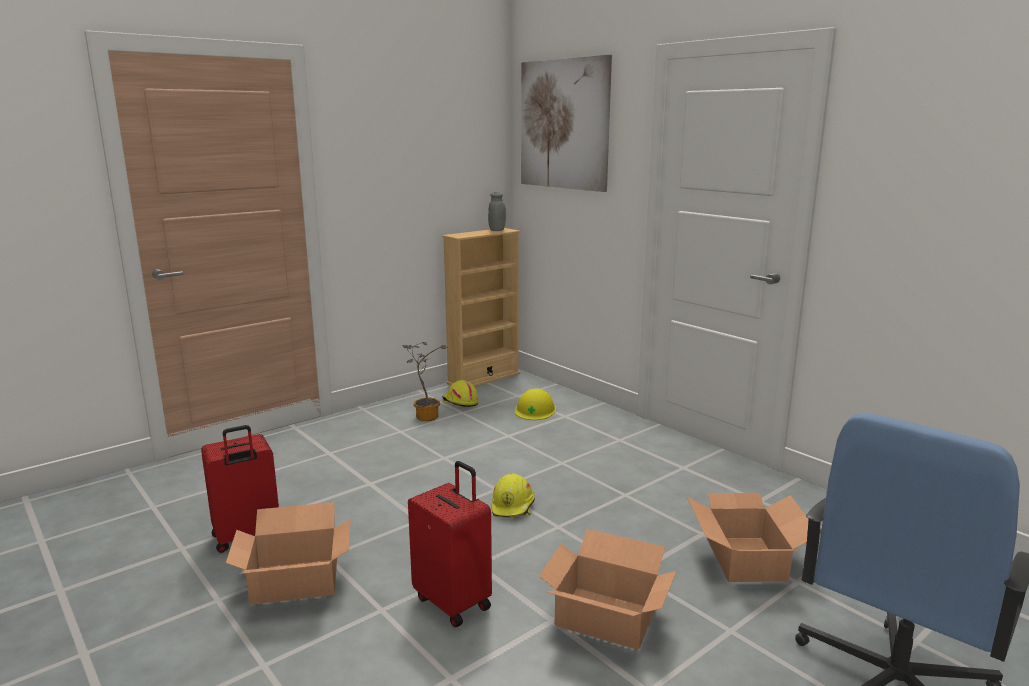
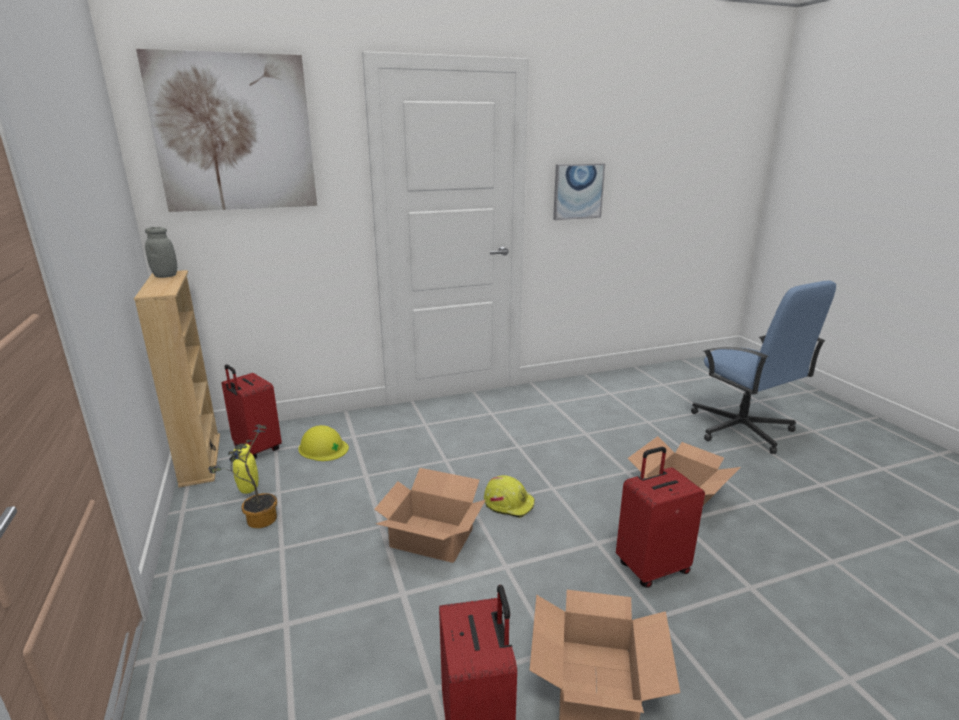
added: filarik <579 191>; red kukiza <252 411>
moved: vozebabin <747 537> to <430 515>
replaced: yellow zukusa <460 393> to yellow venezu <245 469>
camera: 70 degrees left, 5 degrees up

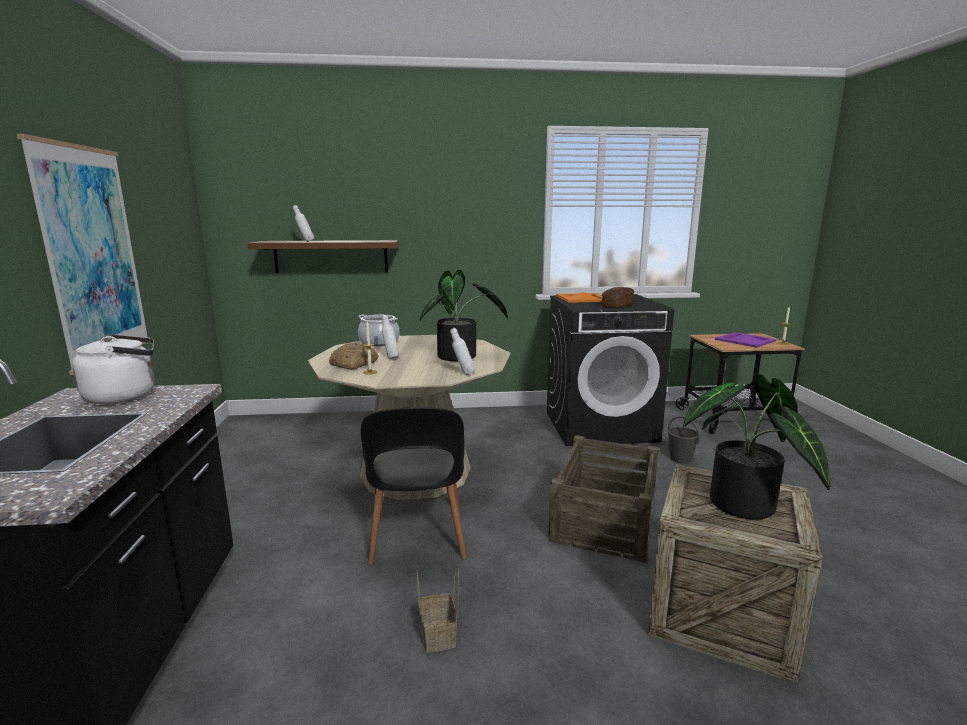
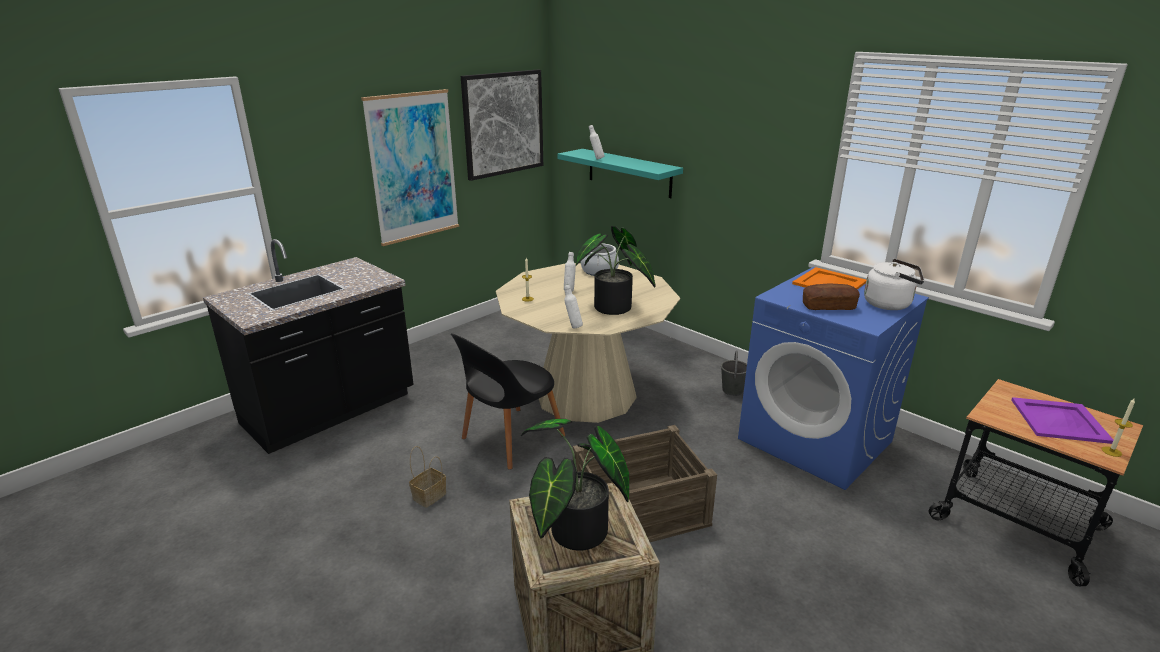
removed: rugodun <353 355>
added: filarik <502 125>
moved: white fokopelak <113 369> to <894 284>; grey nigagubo <684 440> to <734 373>
recoloured: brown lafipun <323 257> to turquoise lafipun <620 173>; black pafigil <610 370> to blue pafigil <833 378>
camera: 50 degrees right, 10 degrees up

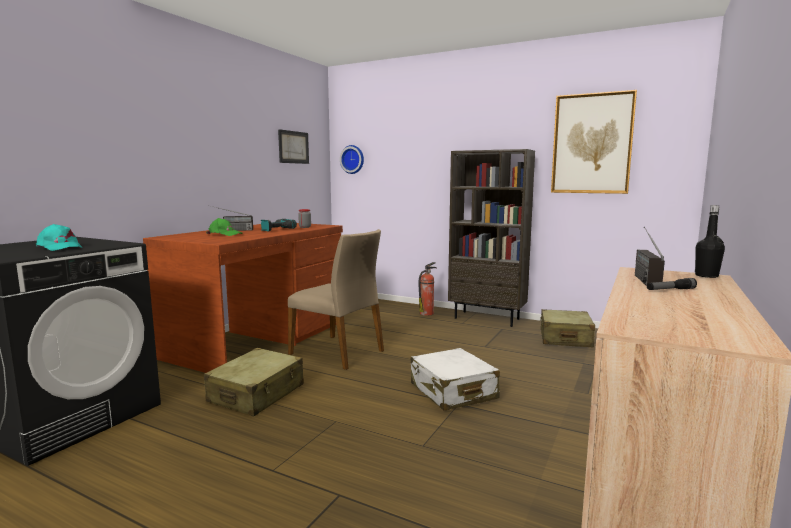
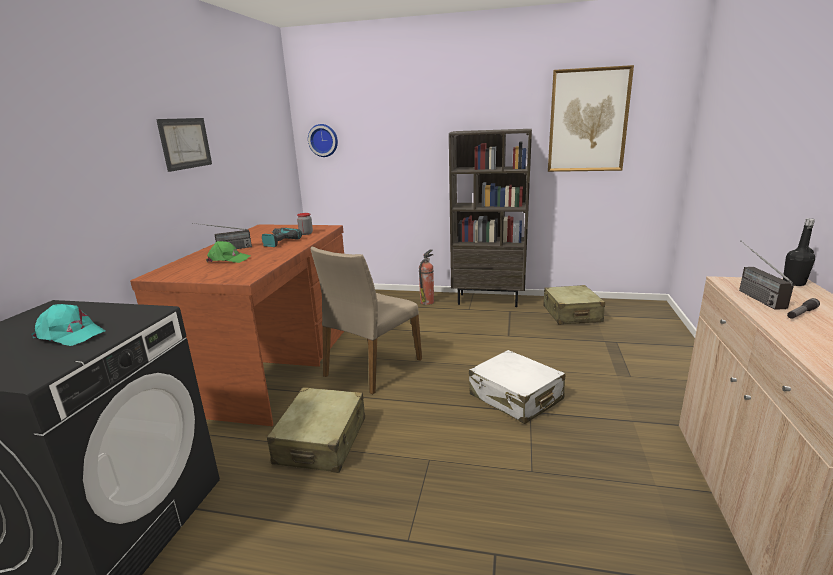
moved: filarik <293 146> to <184 145>
turned: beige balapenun <336 299> = <366 320> 105 degrees clockwise
camera: 15 degrees left, 10 degrees up

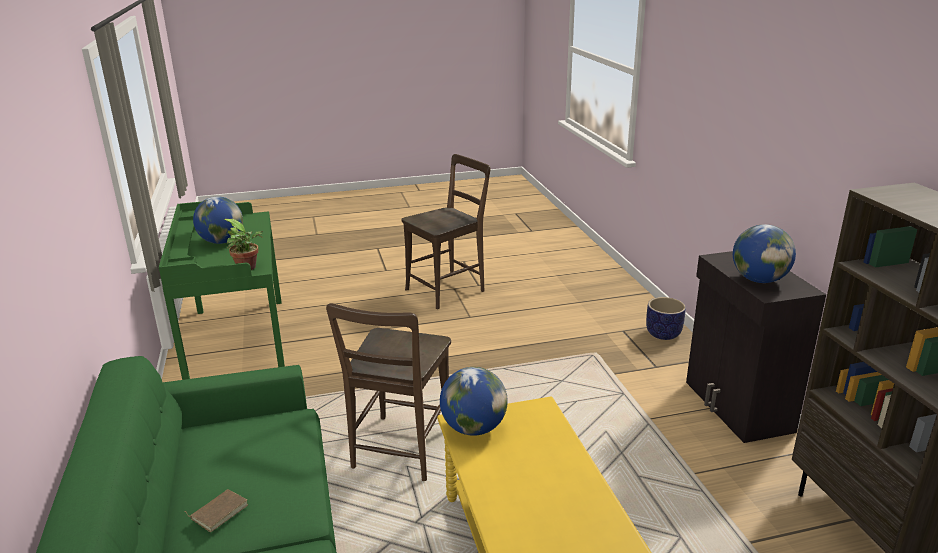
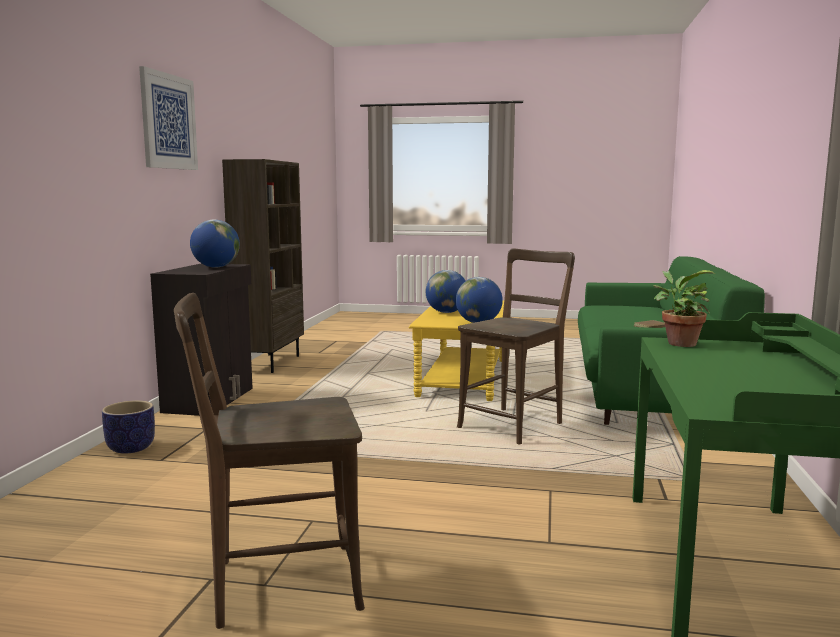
added: filarik <168 118>
moved: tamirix <218 220> to <446 291>
camera: 155 degrees left, 15 degrees down

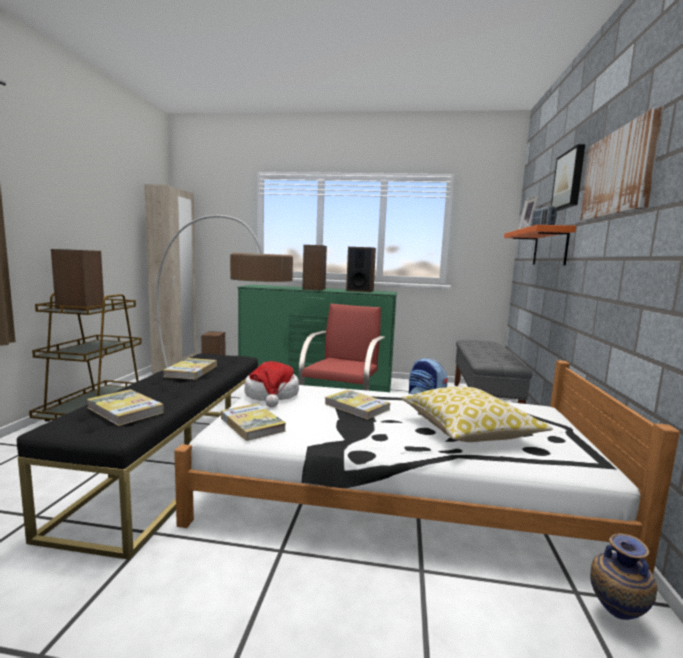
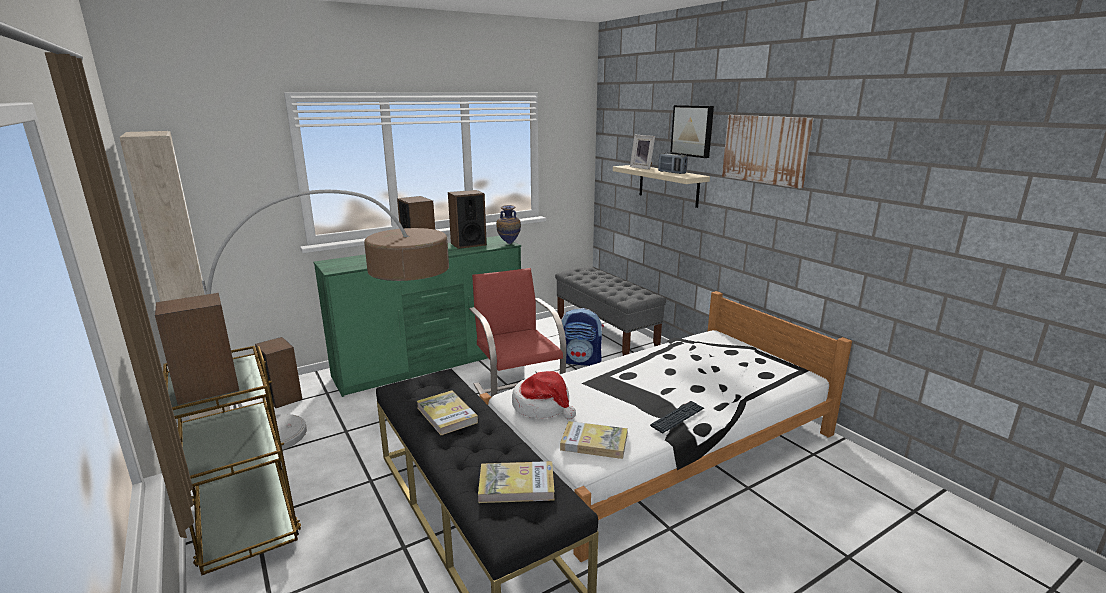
removed: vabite <477 414>; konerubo <357 405>
added: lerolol <677 417>
moved: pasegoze <623 576> to <508 224>
recoloured: orange lafipun <540 245> to beige lafipun <661 186>
camera: 40 degrees left, 10 degrees up

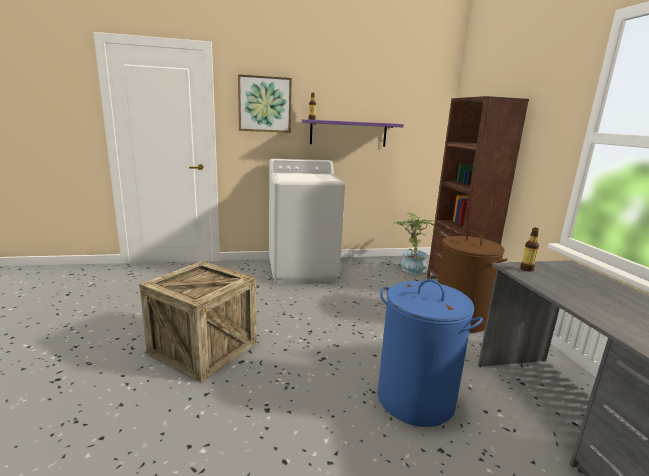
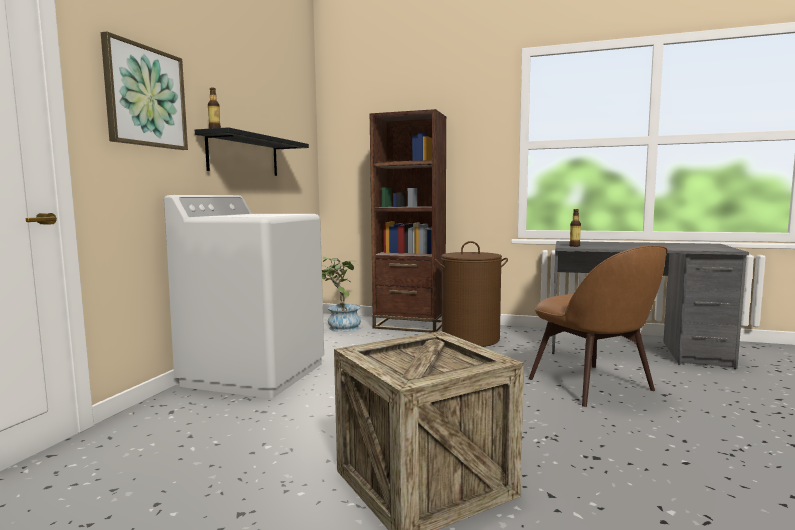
replaced: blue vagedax <430 353> to brown balapenun <598 326>
recoloured: purple lafipun <353 133> to black lafipun <252 151>
camera: 60 degrees left, 10 degrees down

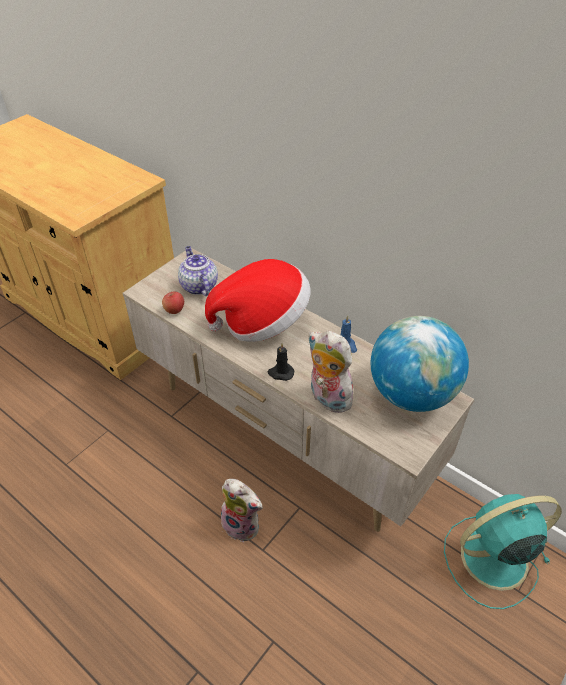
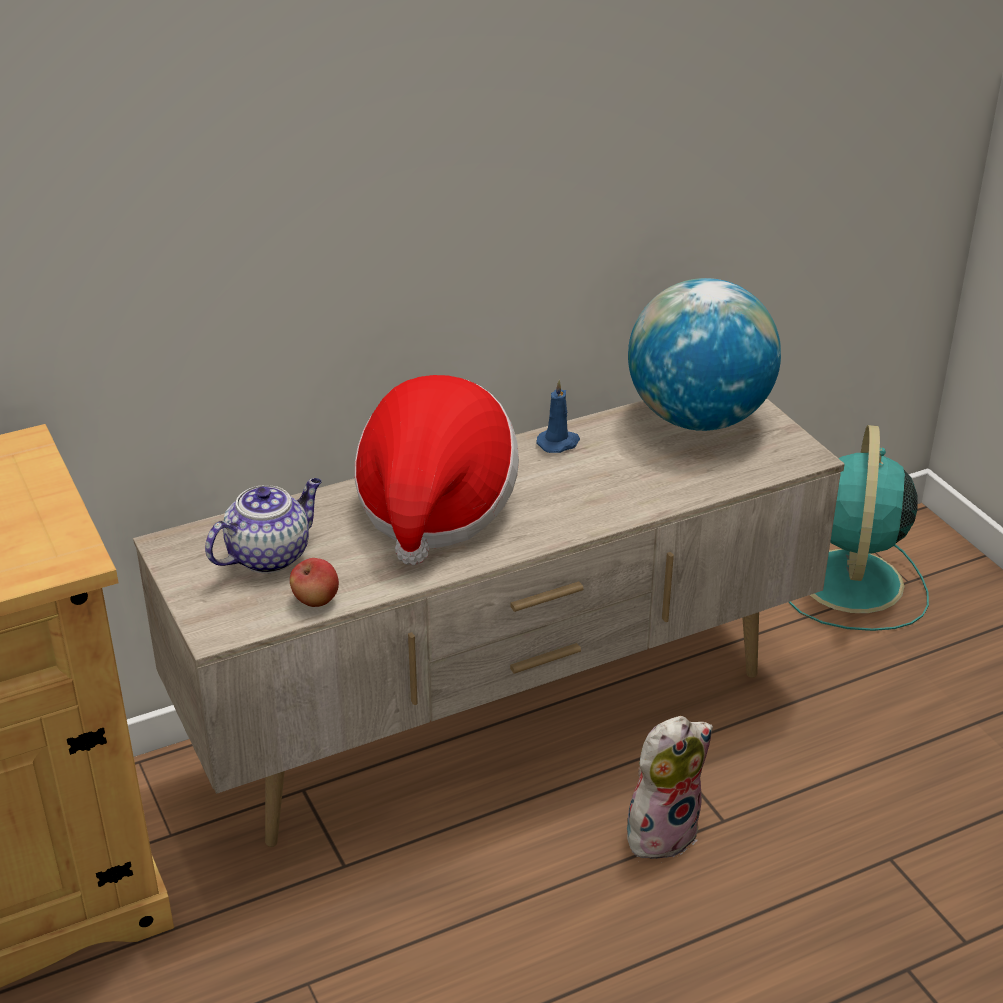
removed: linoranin <330 371>; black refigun <280 362>
turned: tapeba <198 271> = <263 525> 135 degrees clockwise
camera: 65 degrees left, 10 degrees down

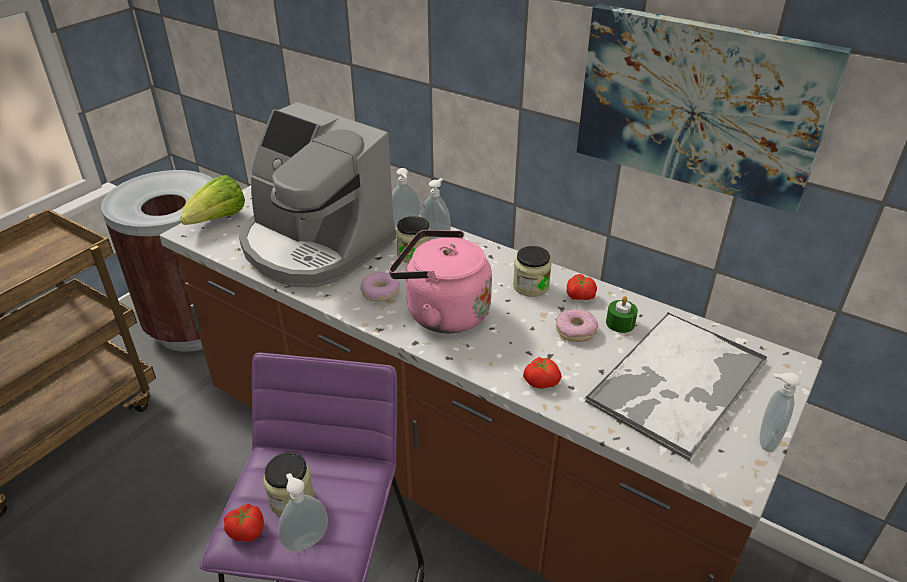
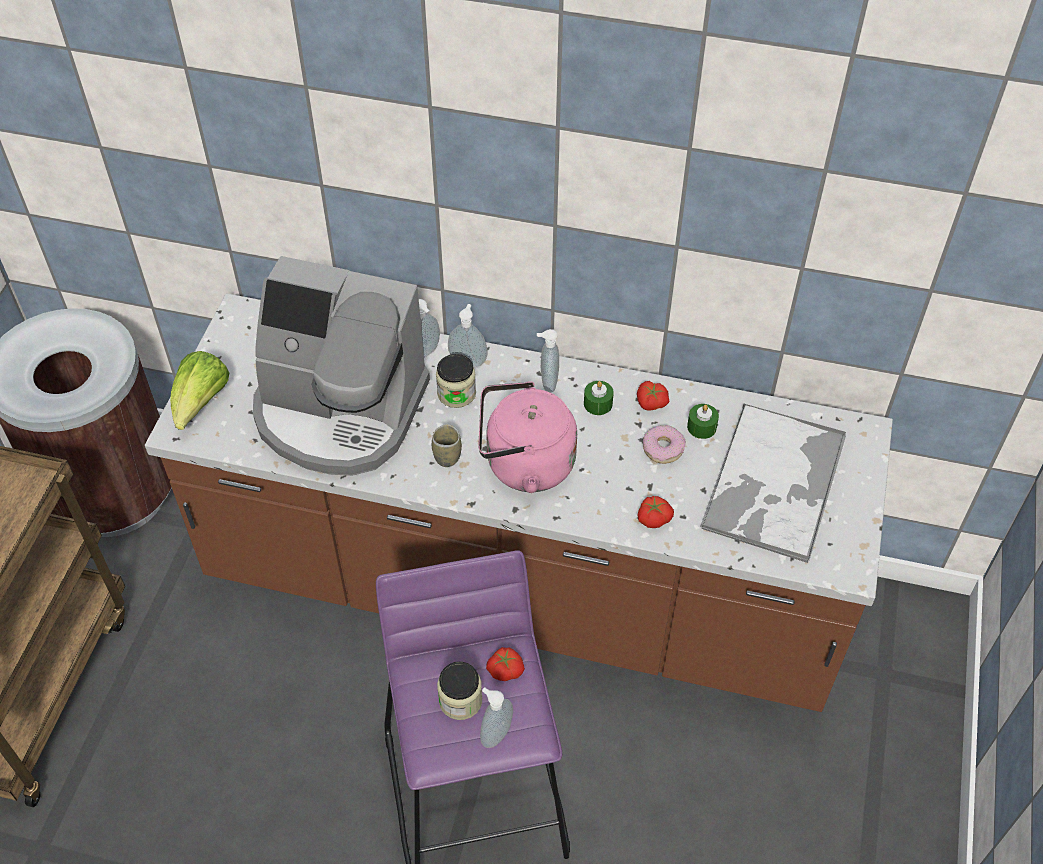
removed: filarik <714 109>
moved: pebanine <780 412> to <548 360>; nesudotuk <244 523> to <505 664>
replaced: venezu <532 271> to green refigun <599 398>; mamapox <380 287> to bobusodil <447 445>
camera: 20 degrees left, 15 degrees up

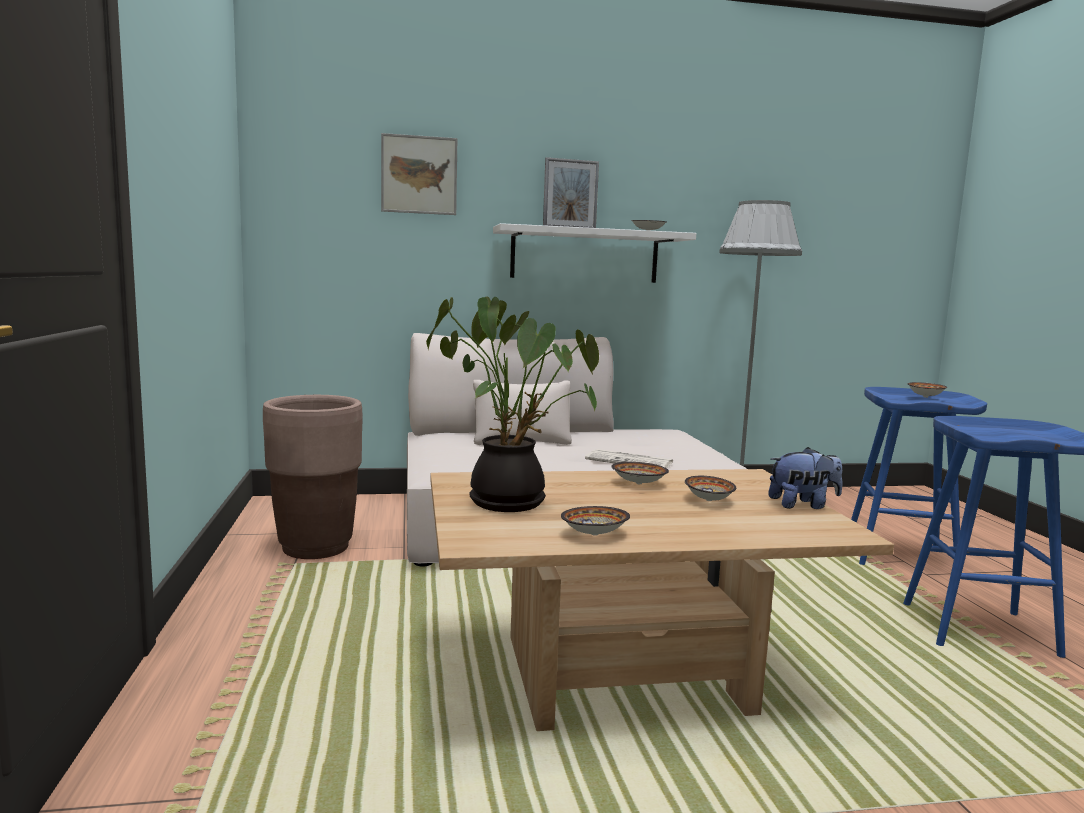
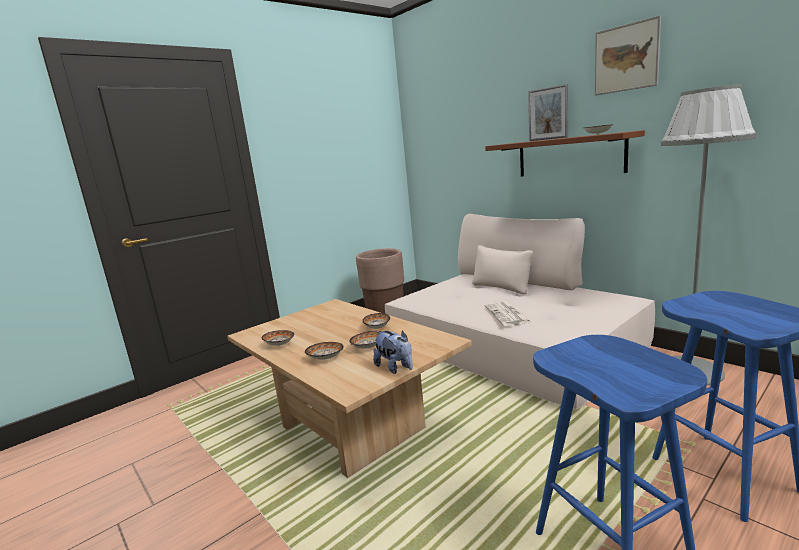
removed: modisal <512 404>
moved: filarik <419 174> to <628 55>; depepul <927 390> to <324 351>
recoloured: white lafipun <594 253> to brown lafipun <565 153>
camera: 60 degrees right, 5 degrees up

